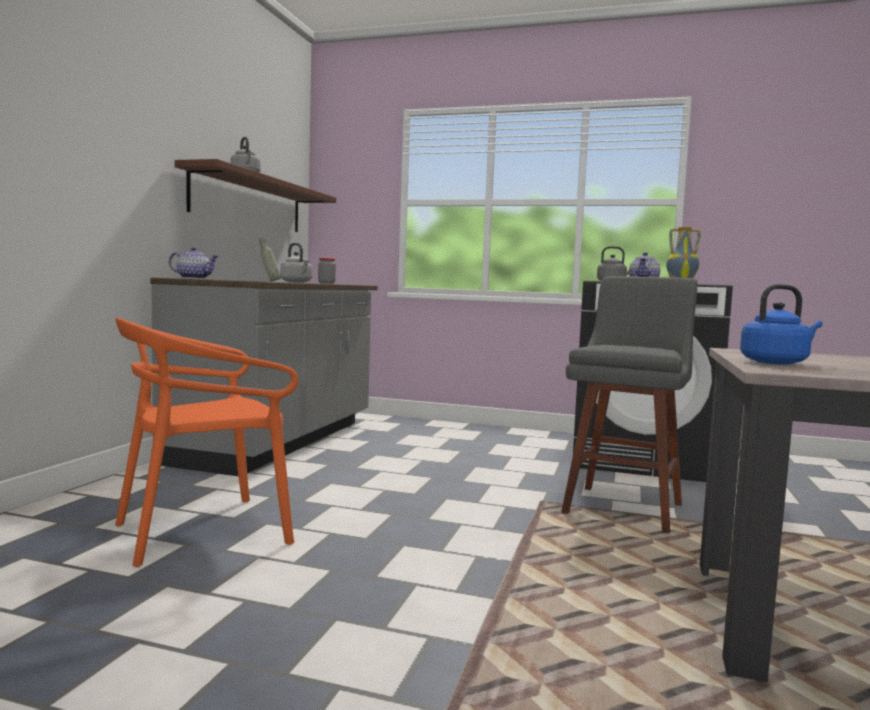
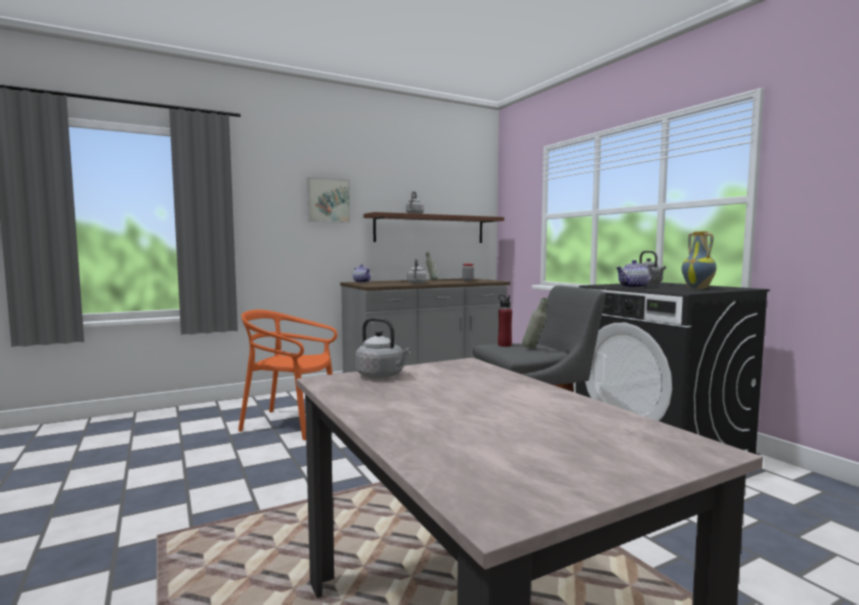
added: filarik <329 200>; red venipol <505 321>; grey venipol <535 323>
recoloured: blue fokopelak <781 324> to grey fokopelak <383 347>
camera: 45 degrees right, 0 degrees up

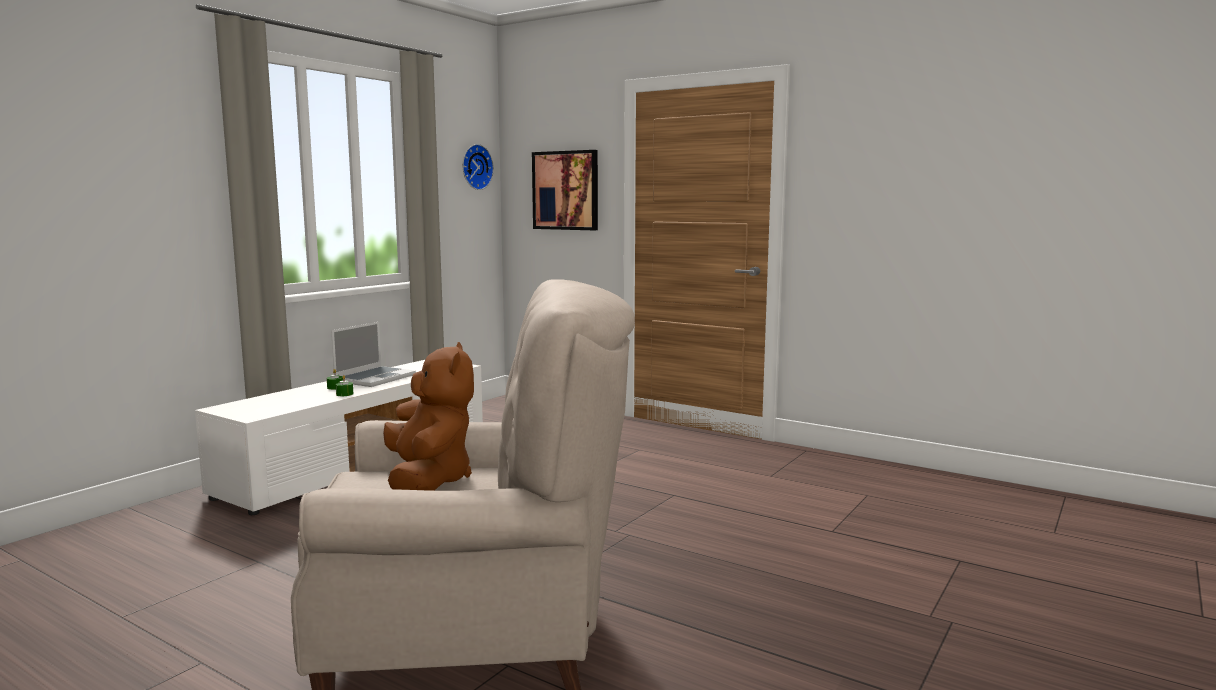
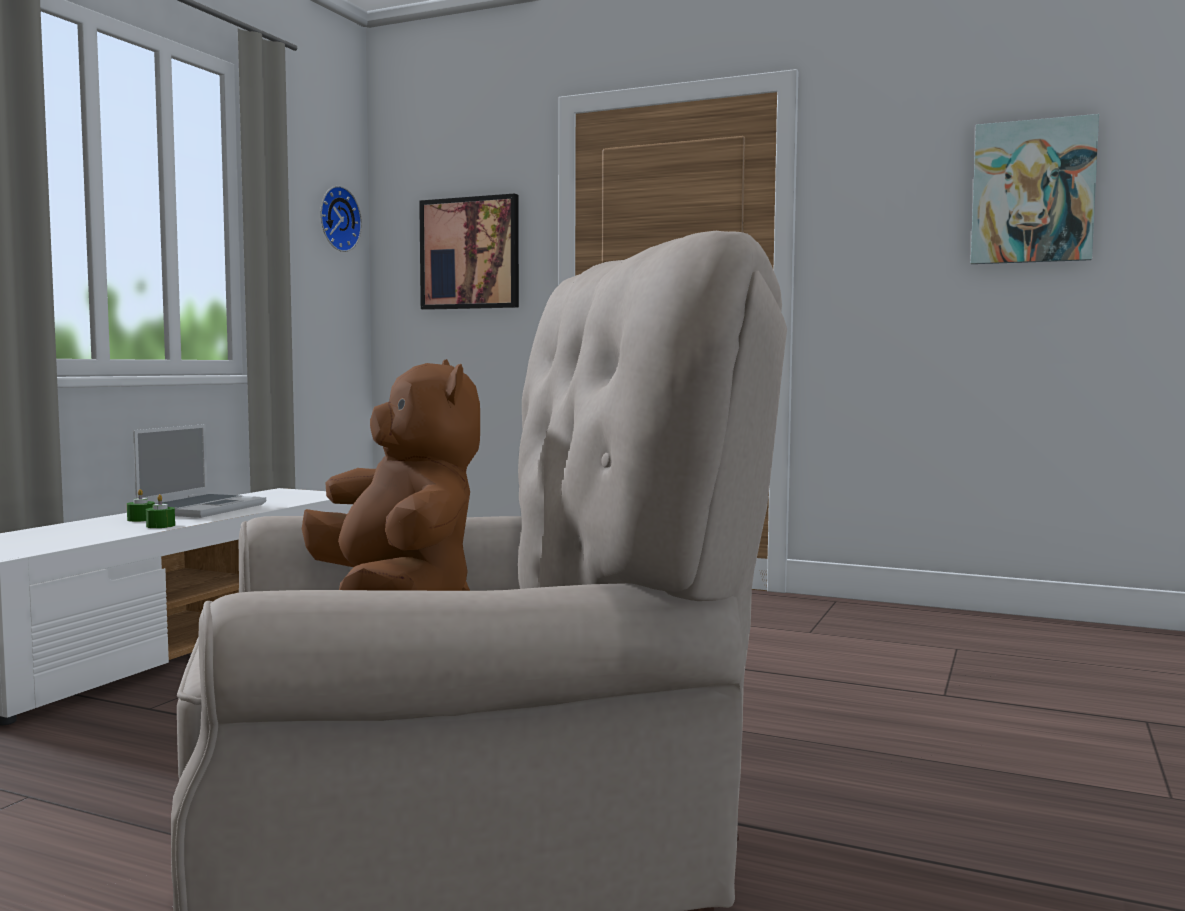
added: filarik <1035 189>
camera: 10 degrees left, 5 degrees down

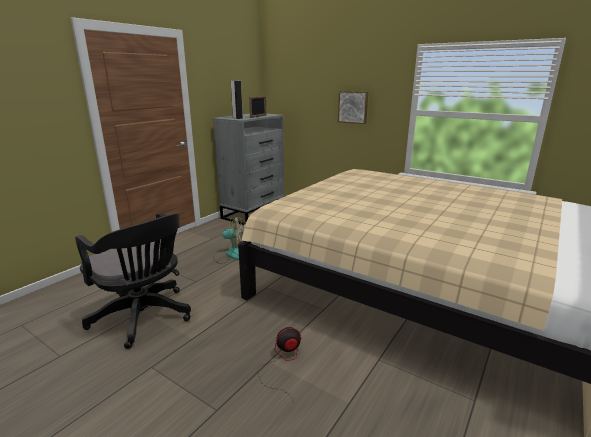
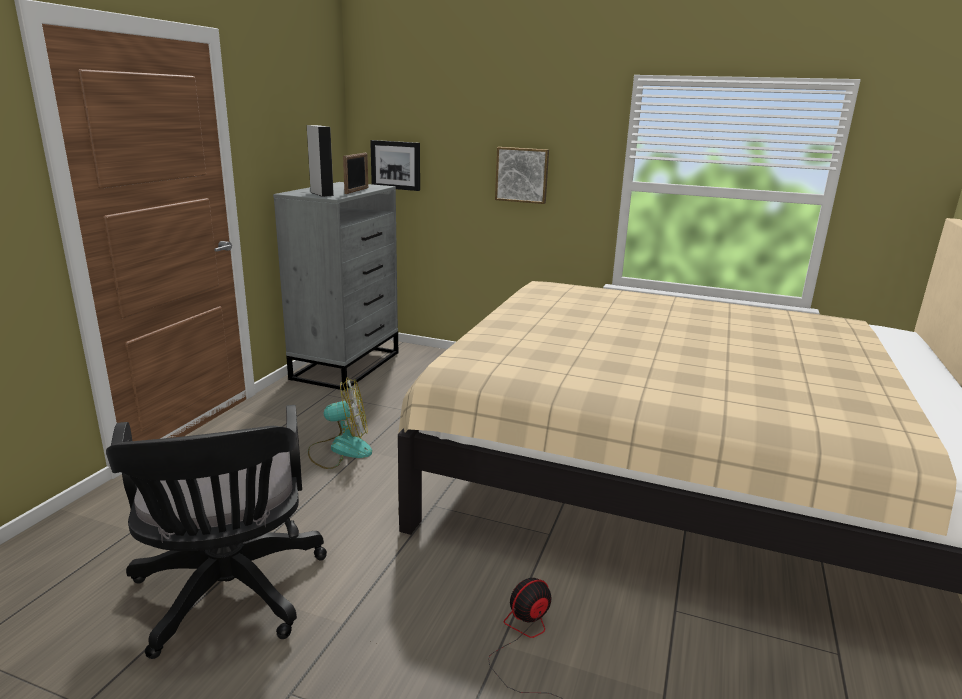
added: filarik <395 165>
turned: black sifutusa <133 281> = <216 532> 45 degrees clockwise
camera: 15 degrees left, 0 degrees up

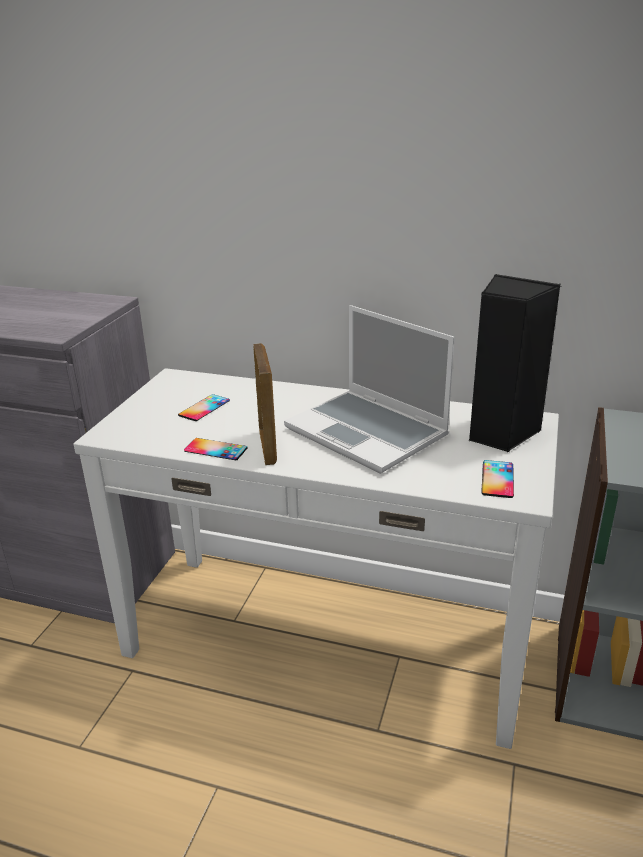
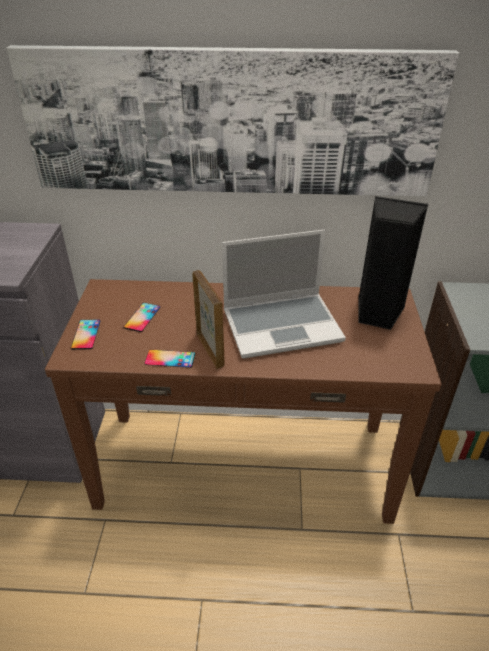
added: filarik <232 120>
moved: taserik <497 479> to <85 335>
recoloured: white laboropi <316 558> to brown laboropi <243 401>
turned: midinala <369 389> = <284 294> 45 degrees counterclockwise
camera: 15 degrees left, 10 degrees up

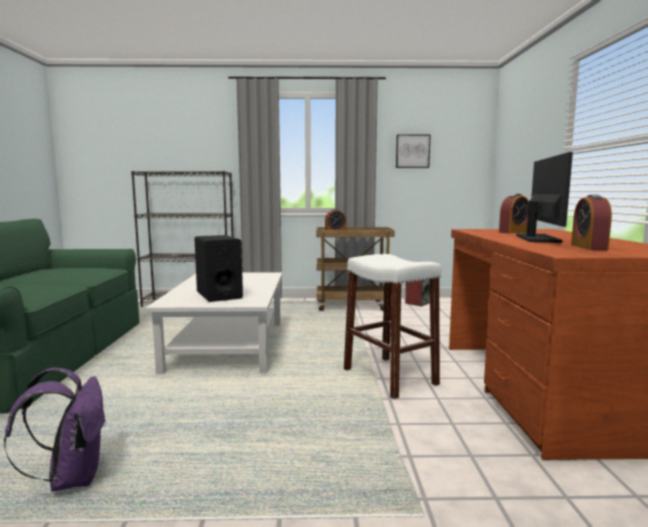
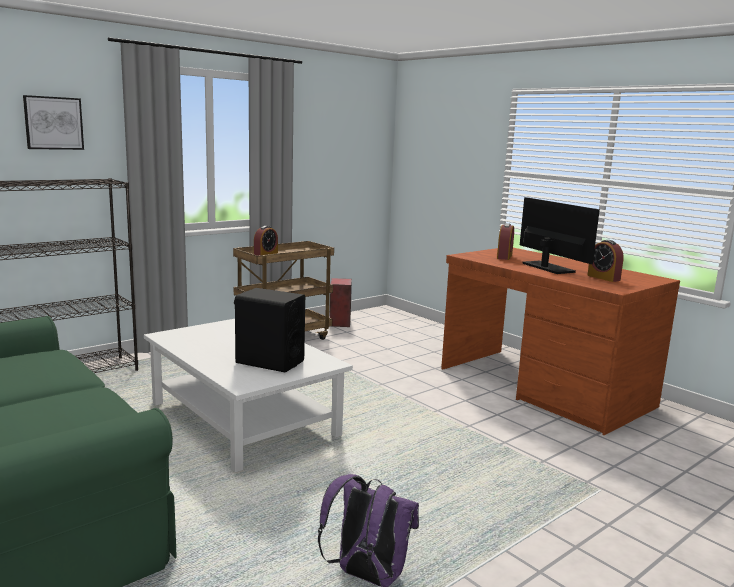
removed: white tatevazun <392 326>
moved: filarik <413 151> to <53 122>
camera: 40 degrees left, 5 degrees up

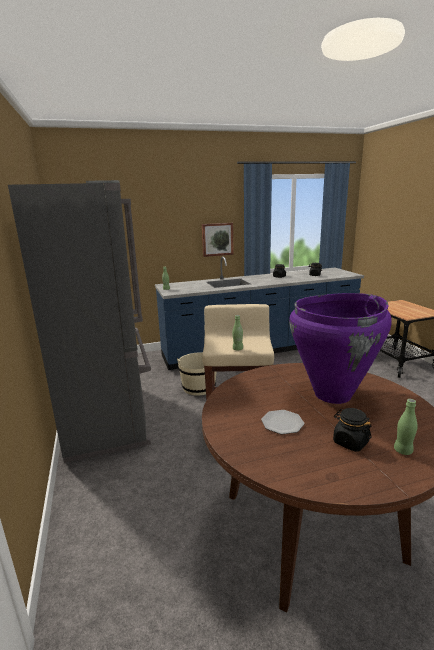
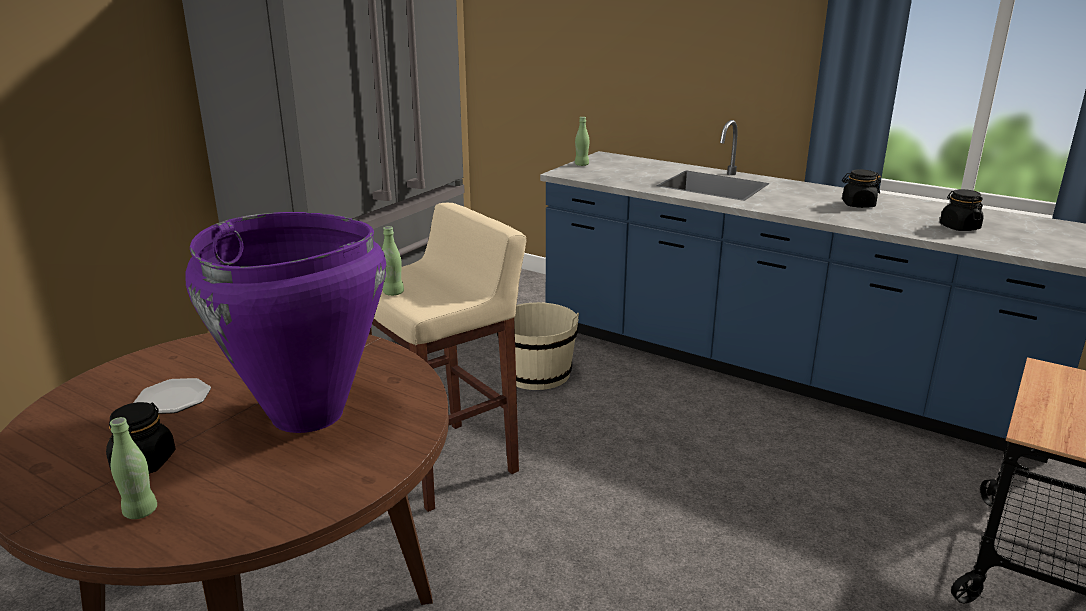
removed: filarik <218 240>
camera: 50 degrees right, 5 degrees up

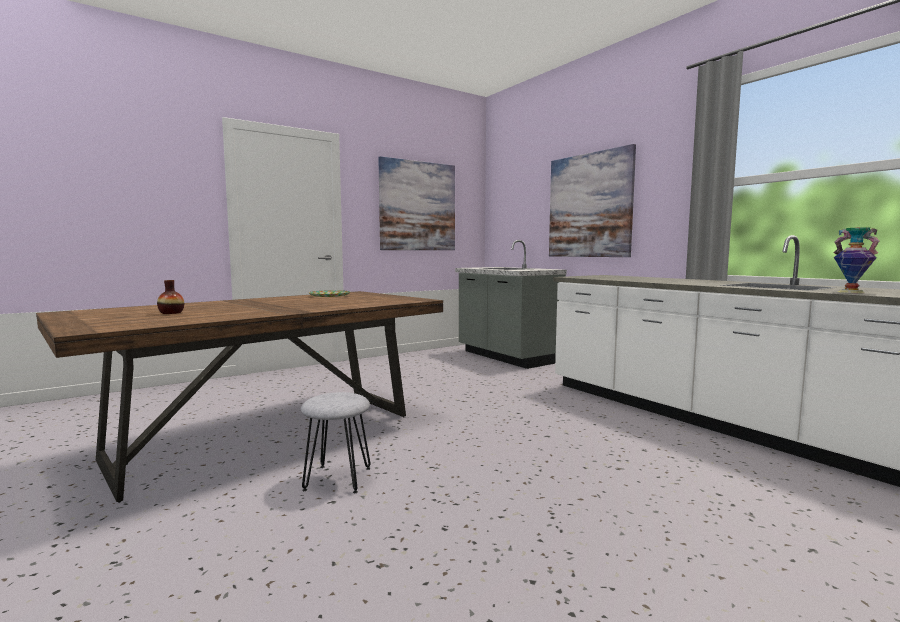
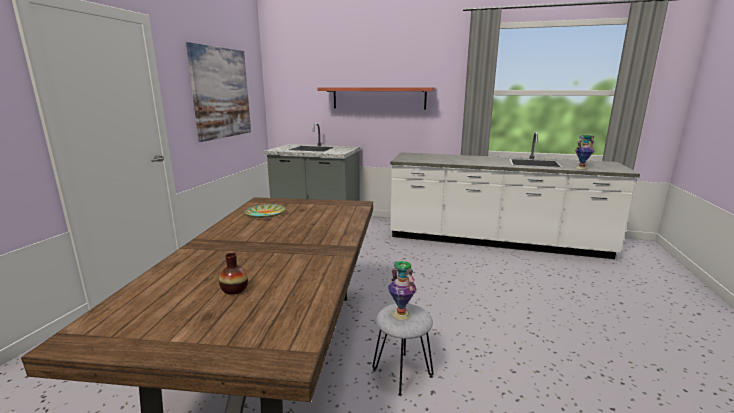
added: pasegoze <402 290>
replaced: filarik <592 200> to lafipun <376 98>
camera: 40 degrees left, 10 degrees up

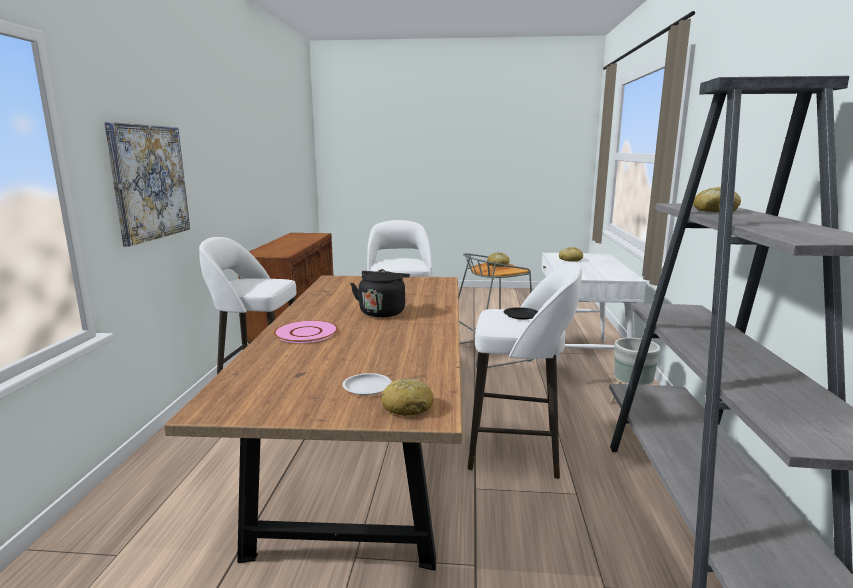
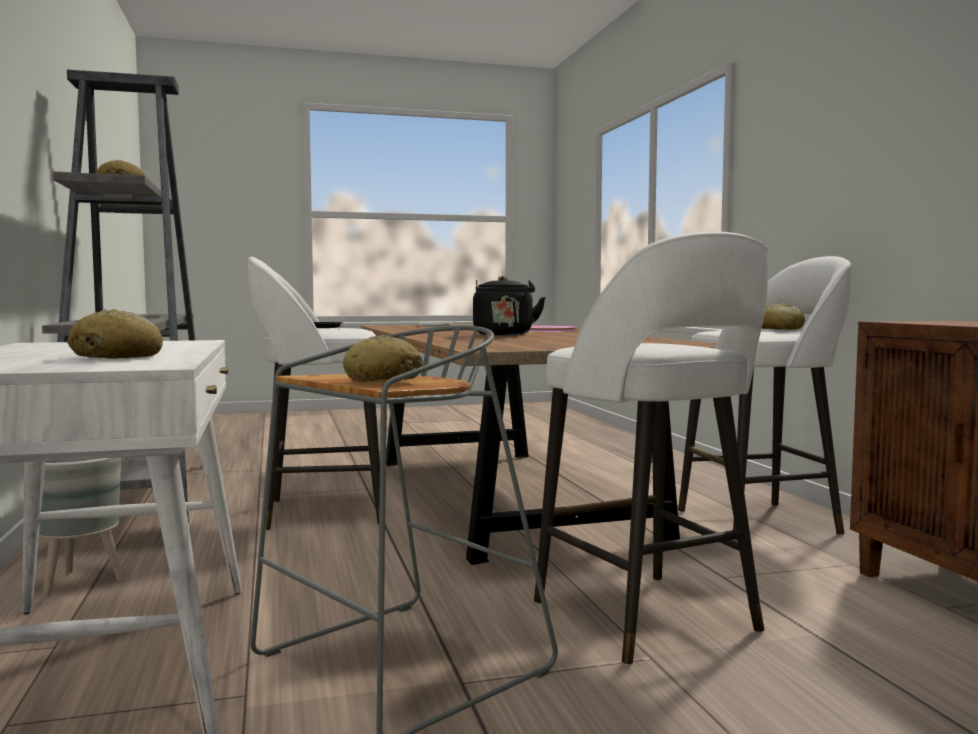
removed: filarik <147 184>
moved: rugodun <408 397> to <783 316>
camera: 160 degrees right, 10 degrees down

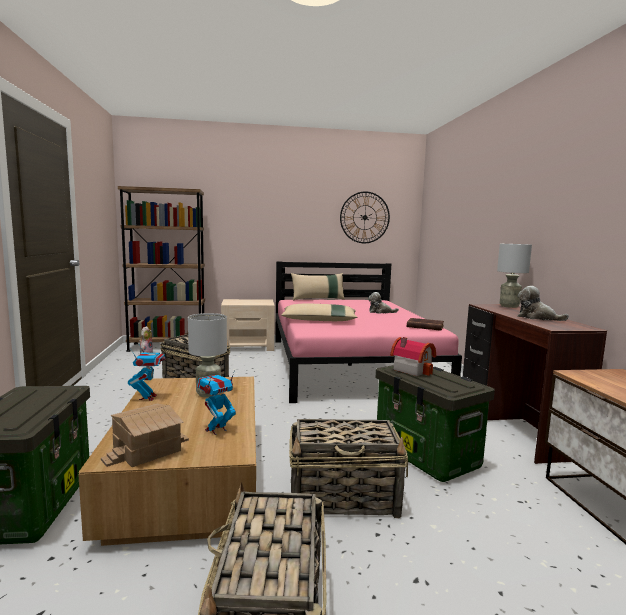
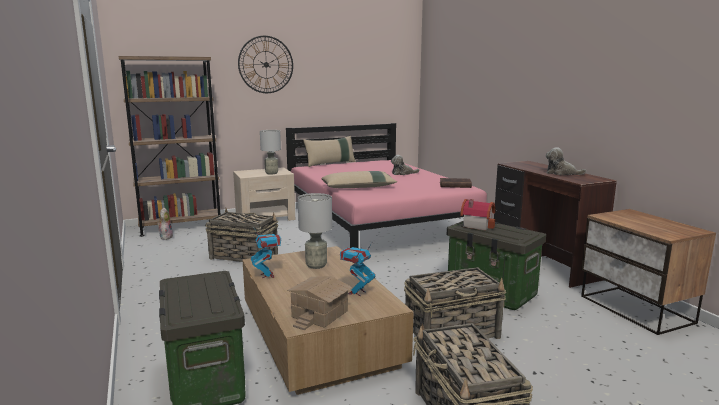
moved: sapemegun <365 217> to <265 64>; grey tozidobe <514 276> to <270 152>
camera: 15 degrees left, 5 degrees up

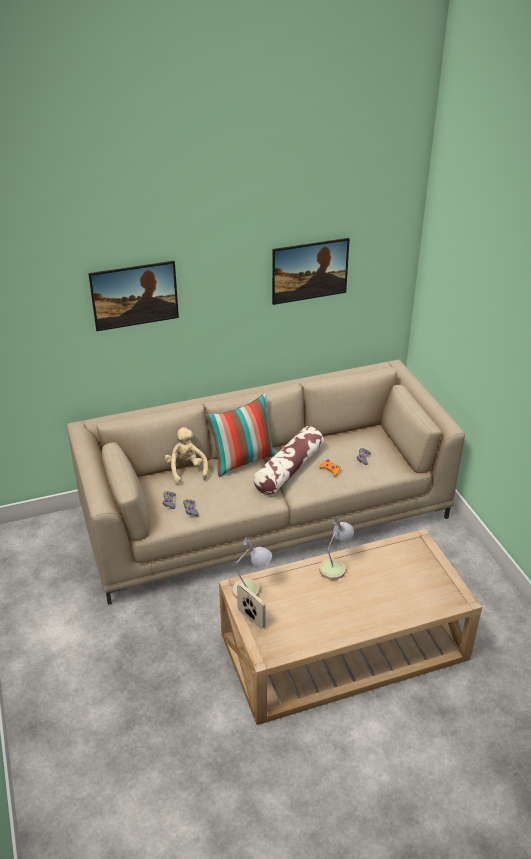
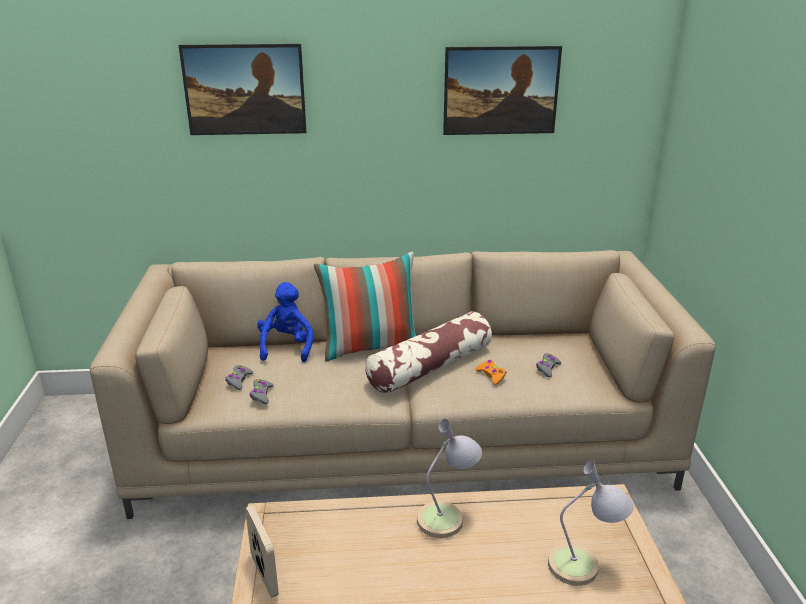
moved: tozidobe <252 567> to <591 523>
recoloured: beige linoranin <186 455> to blue linoranin <285 322>
camera: 15 degrees right, 10 degrees down

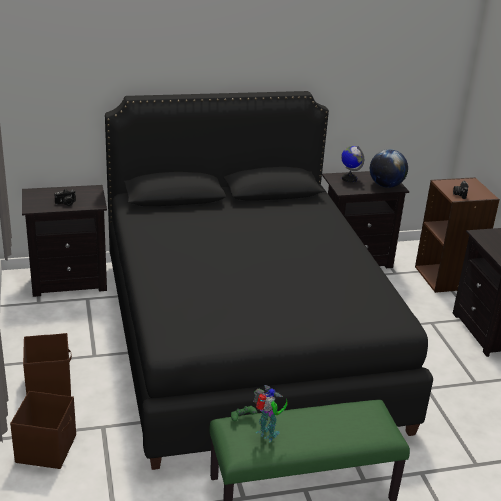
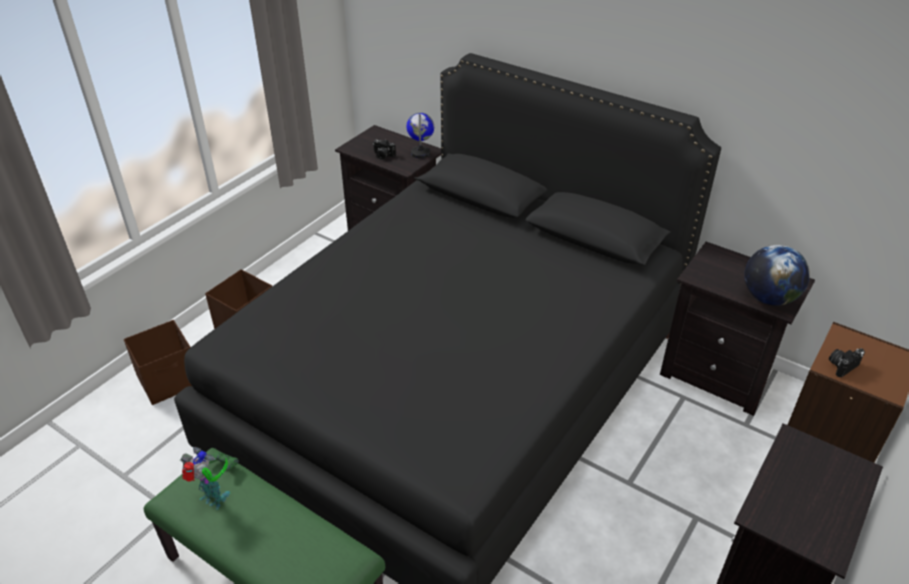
moved: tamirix <352 164> to <420 135>
turned: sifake <270 413> = <205 478> 60 degrees counterclockwise
camera: 50 degrees right, 10 degrees up

